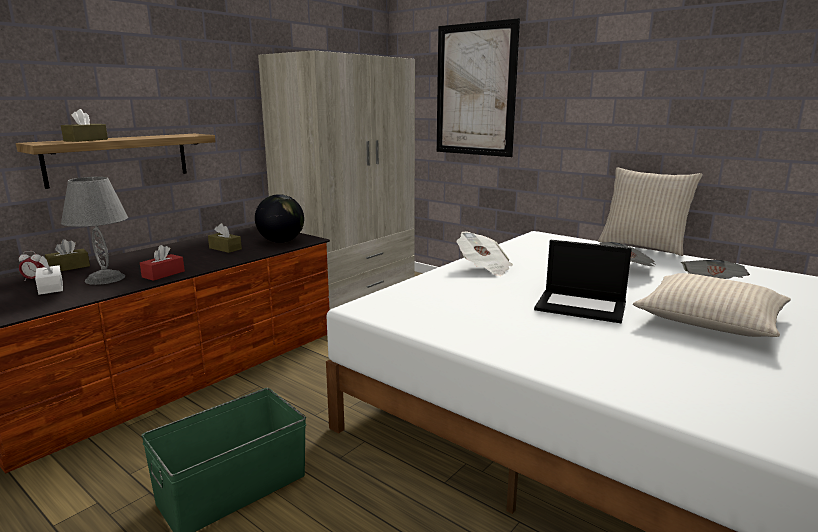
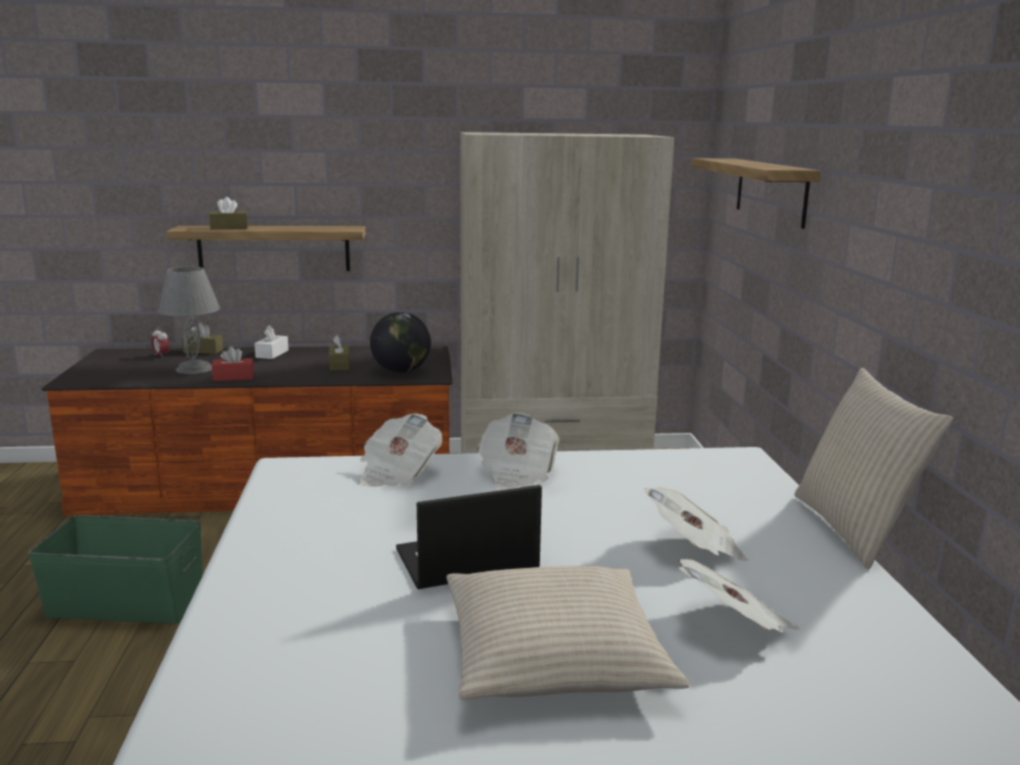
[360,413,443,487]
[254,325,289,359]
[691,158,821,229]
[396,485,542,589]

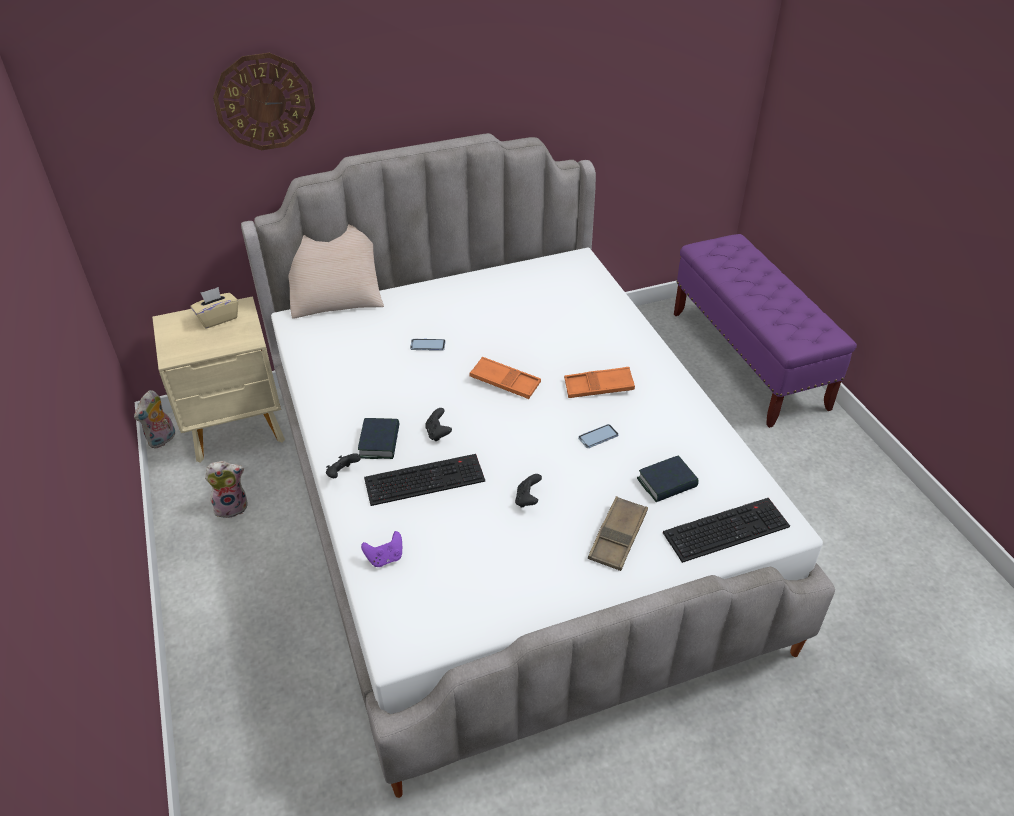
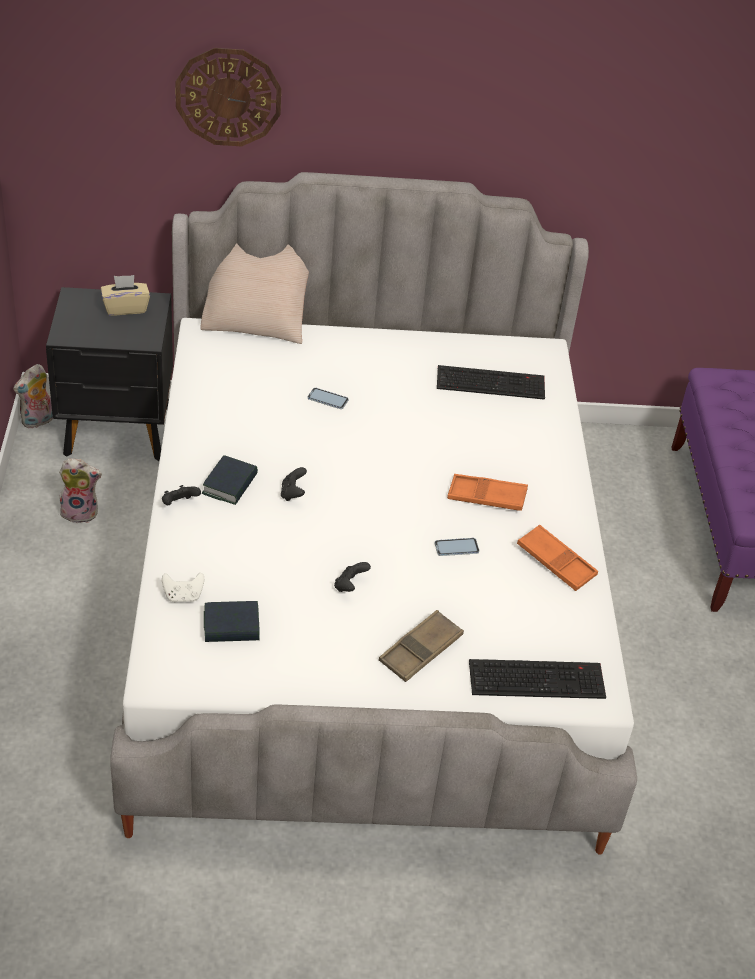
[437,365,545,400]
[517,525,598,591]
[204,601,260,642]
[46,287,173,461]
[162,573,204,602]

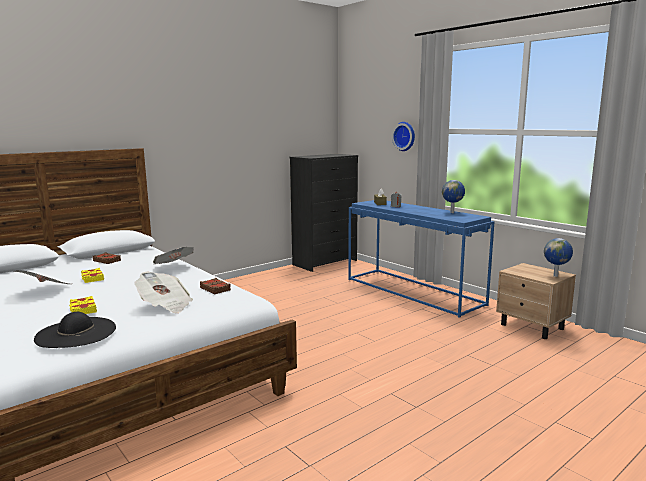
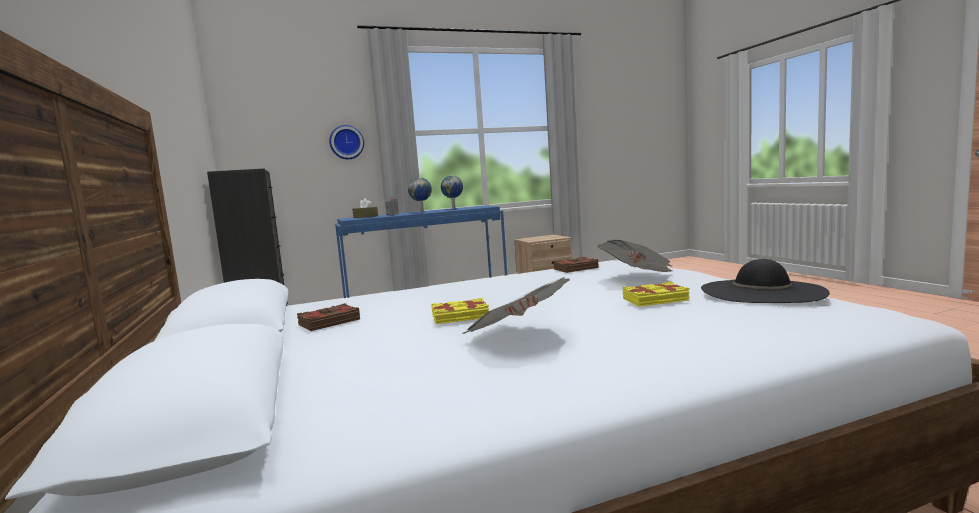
[153,247,194,264] (first image)
[408,177,432,213]

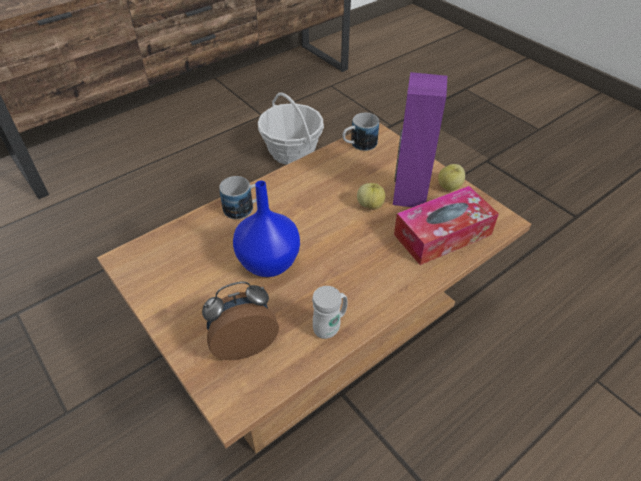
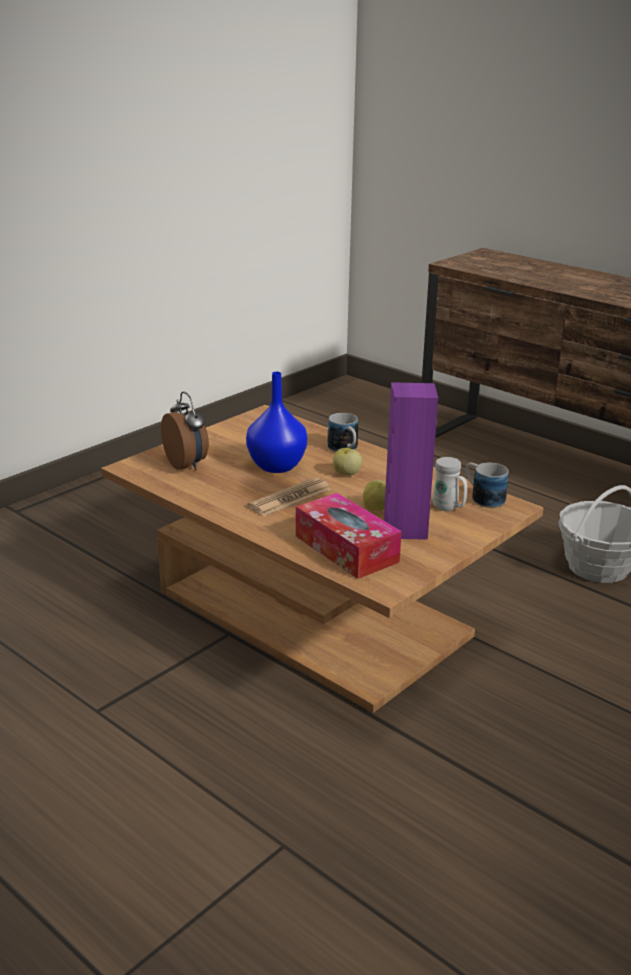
[247,477,331,517]
[433,457,467,511]
[333,448,362,476]

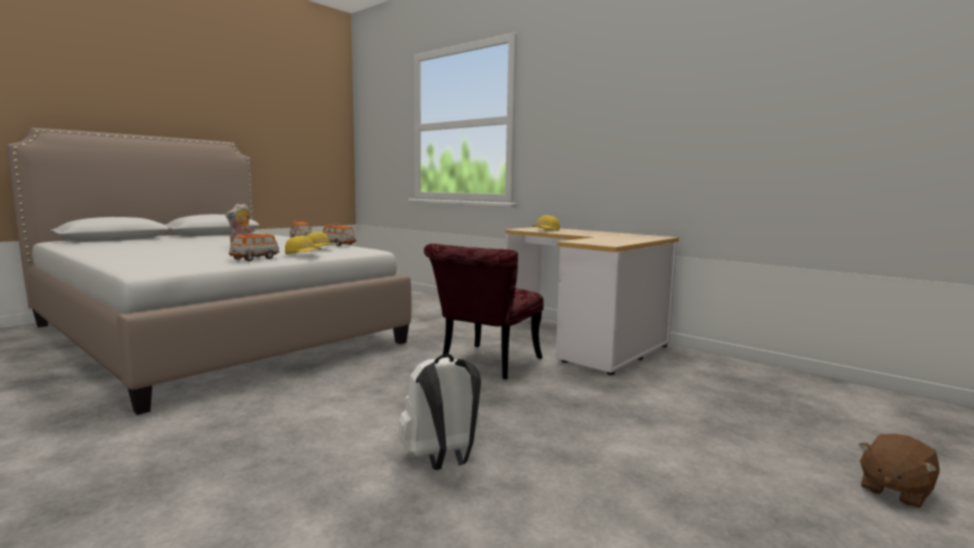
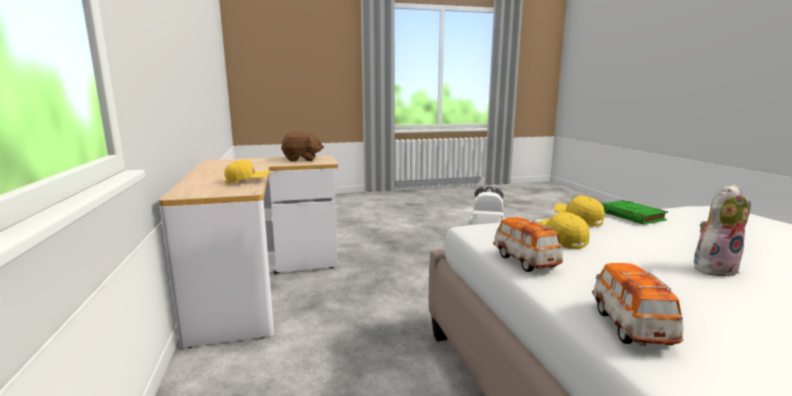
[424,244,544,380] (first image)
[281,131,324,162]
[601,200,668,225]

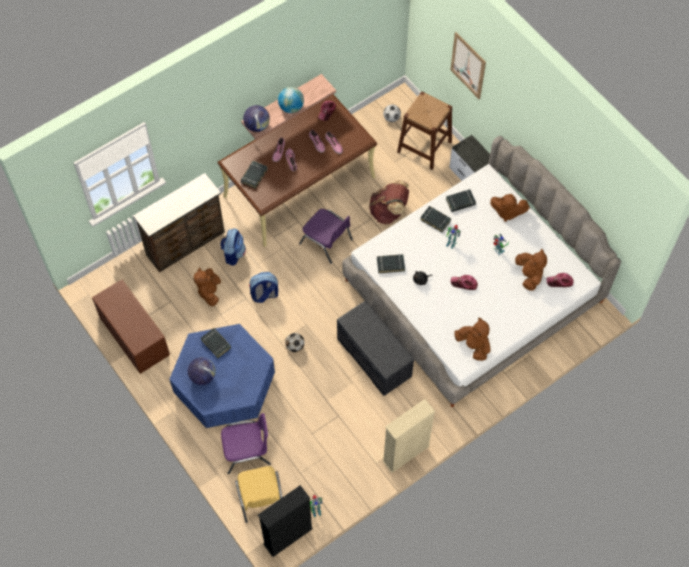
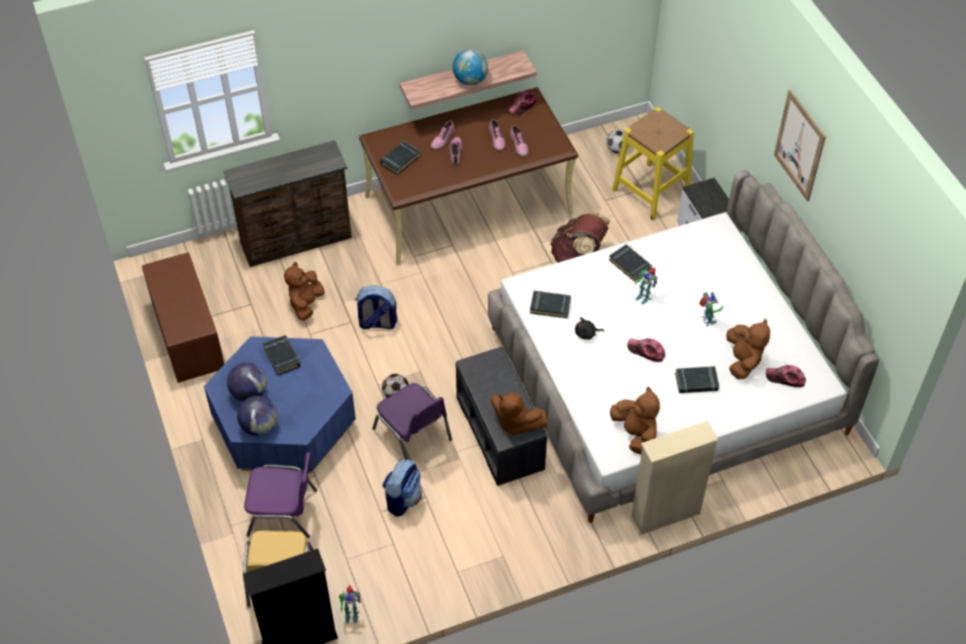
[382,459,422,517]
[237,396,278,436]
[372,383,452,460]
[630,421,718,536]
[675,366,719,394]
[774,90,826,201]
[491,392,548,436]
[612,107,694,220]

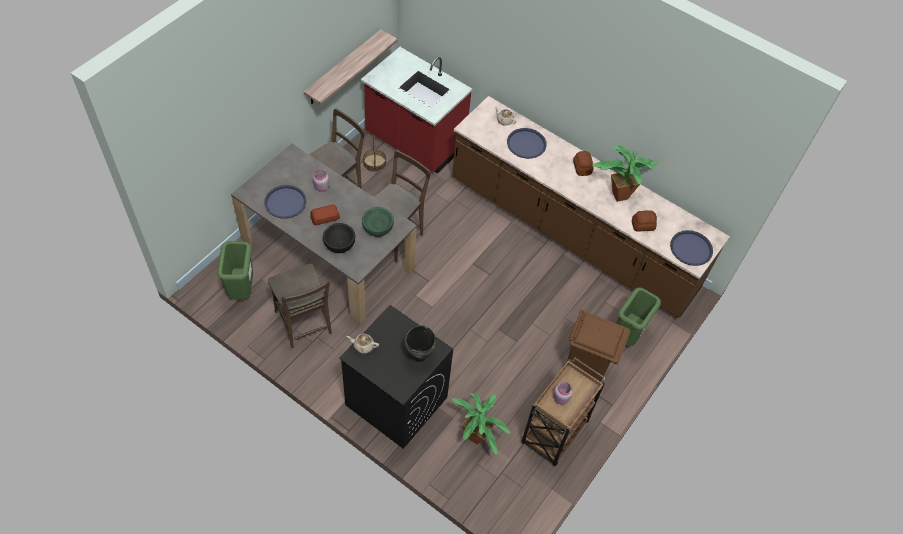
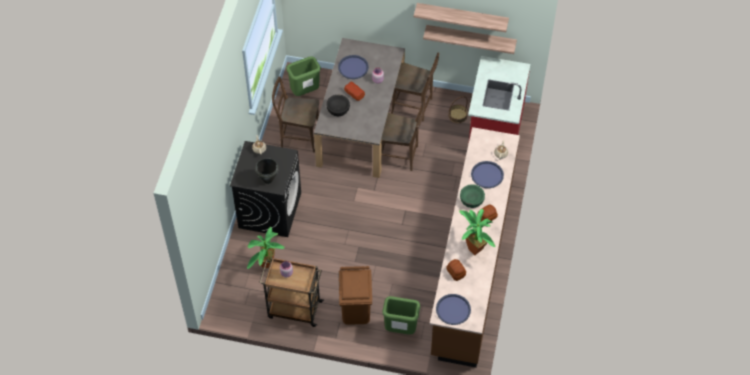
[414,3,509,32]
[460,184,485,208]
[272,76,319,153]

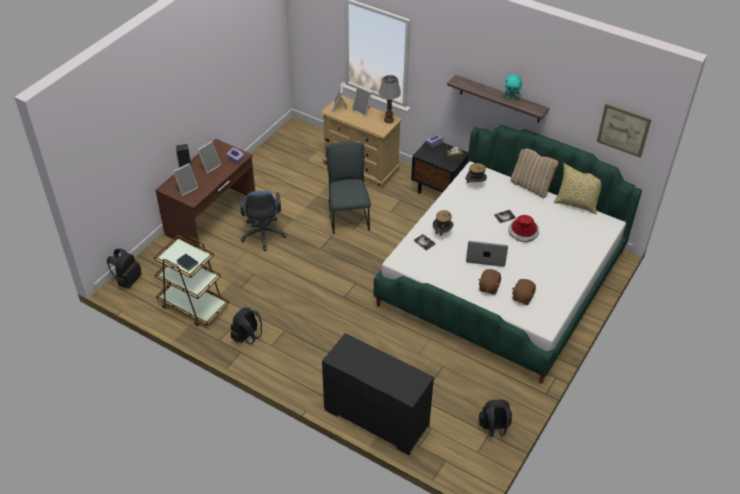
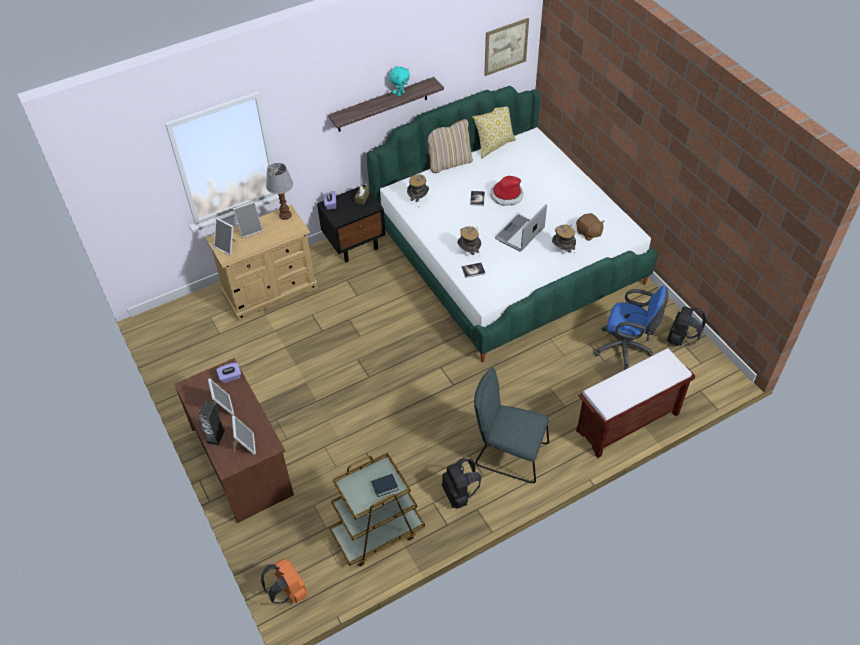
[594,286,668,370]
[474,367,549,483]
[576,348,695,458]
[552,224,576,253]
[261,559,308,604]

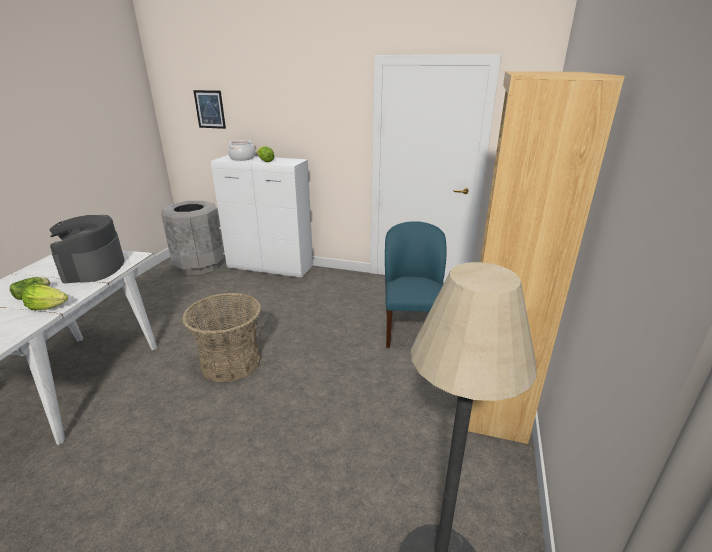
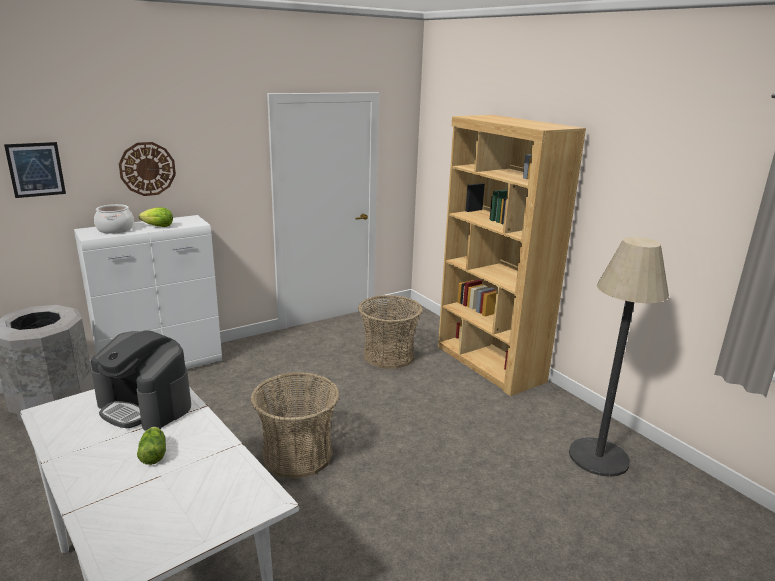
[22,284,68,310] (first image)
[119,142,176,196]
[358,295,423,369]

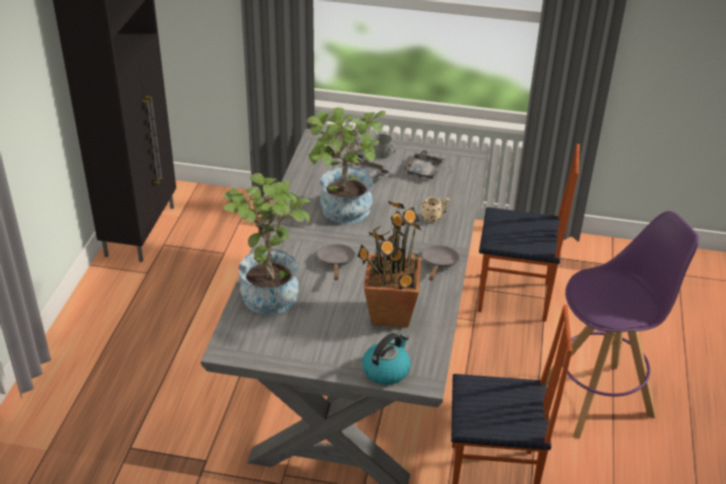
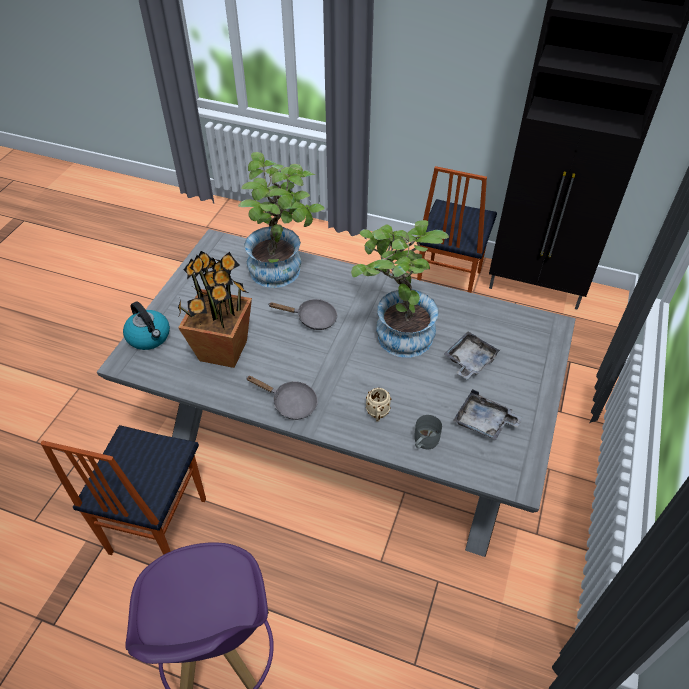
[414,415,442,449]
[417,166,497,293]

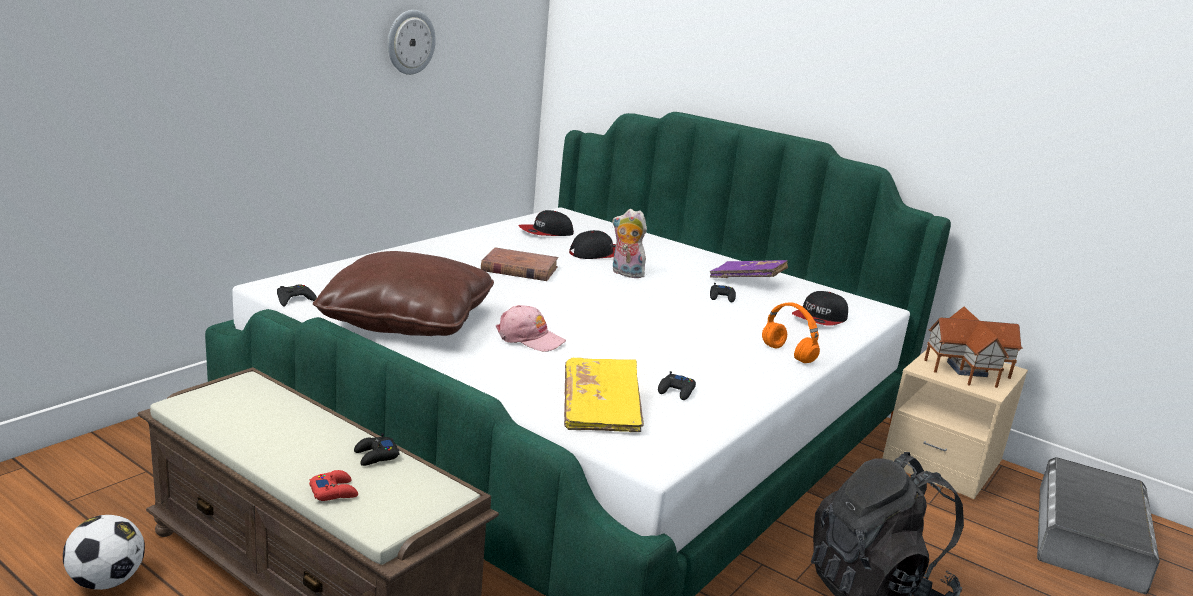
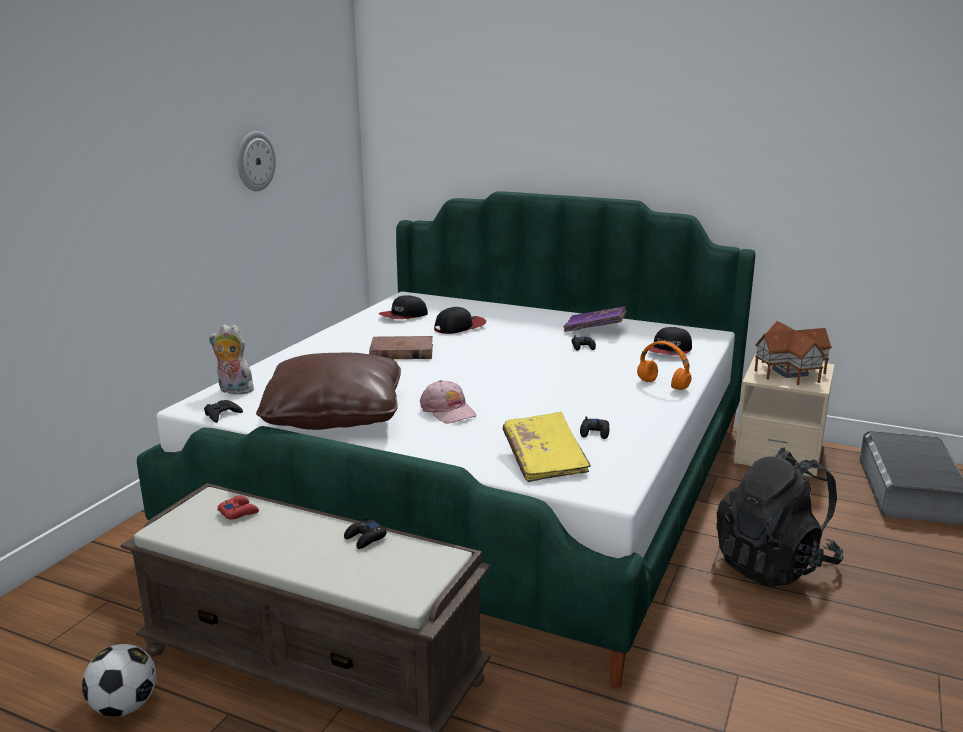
[217,496,259,520]
[209,324,254,396]
[420,380,477,424]

